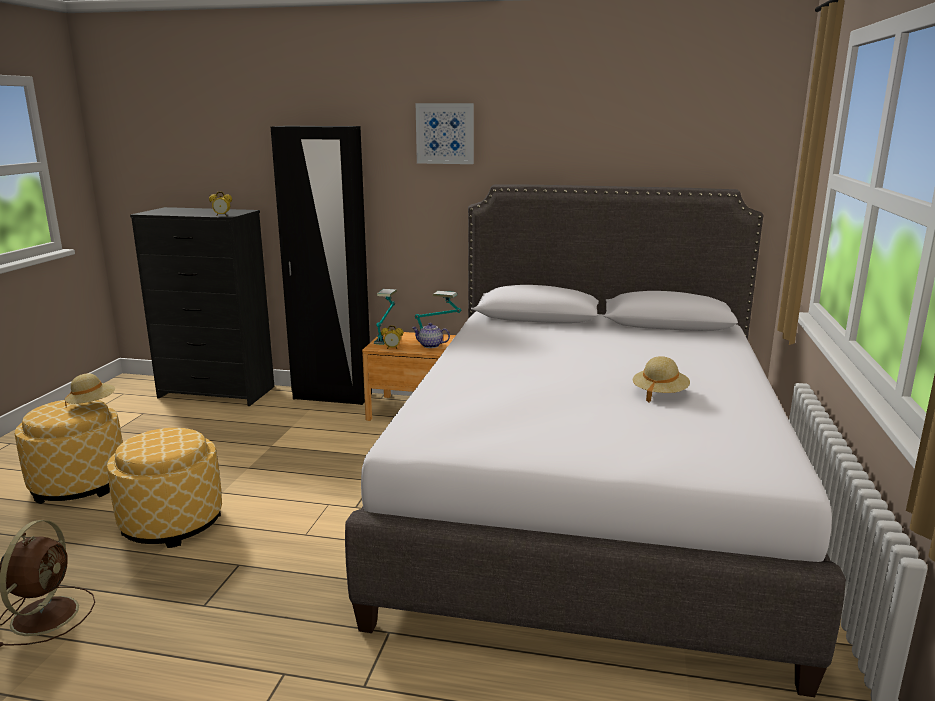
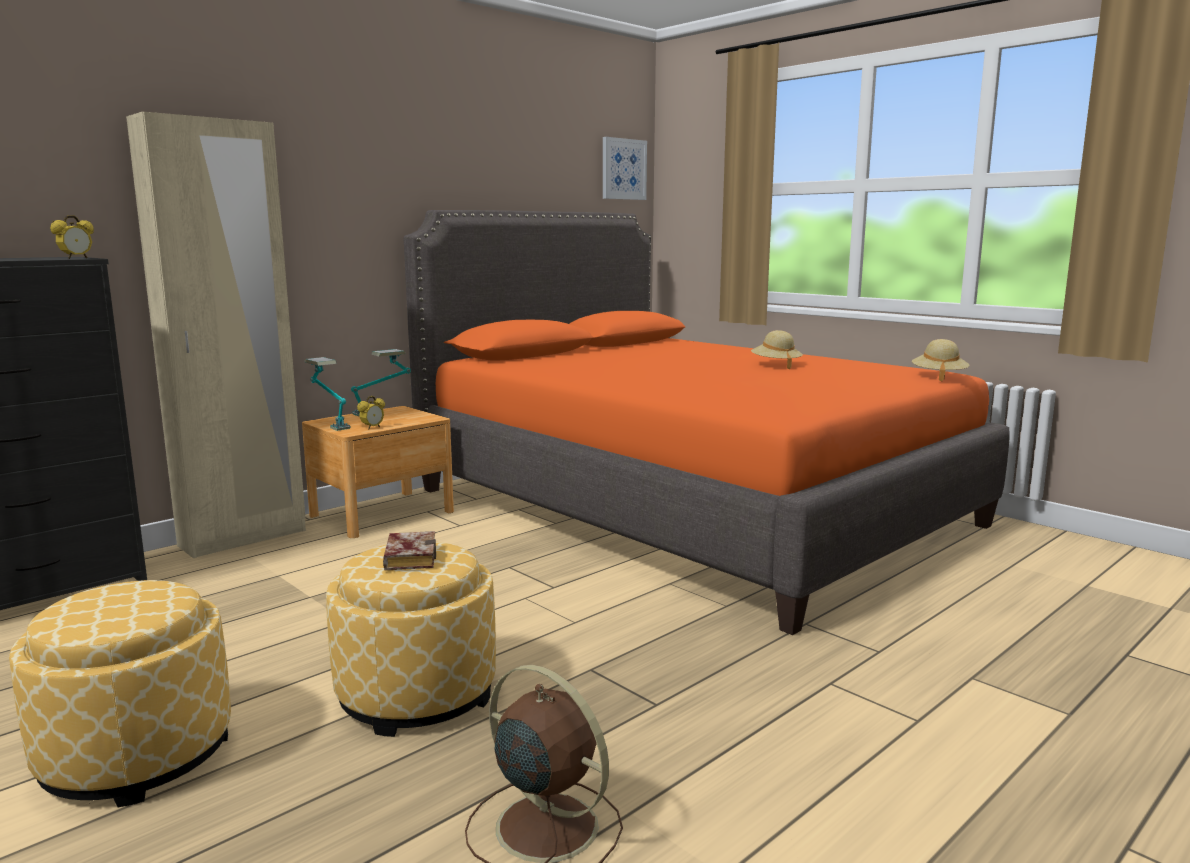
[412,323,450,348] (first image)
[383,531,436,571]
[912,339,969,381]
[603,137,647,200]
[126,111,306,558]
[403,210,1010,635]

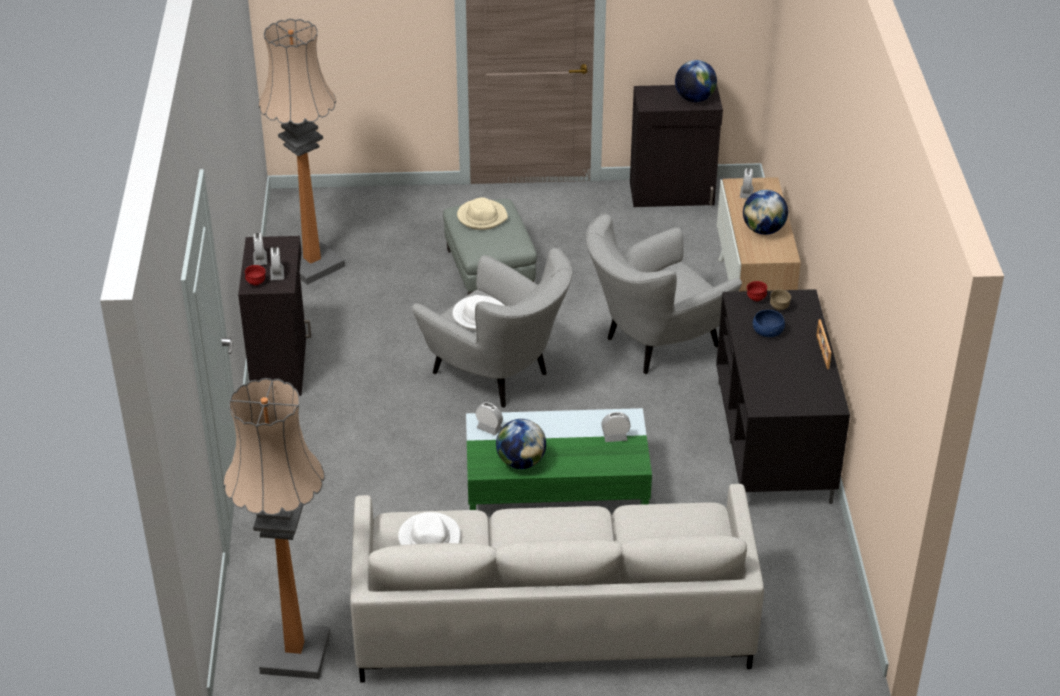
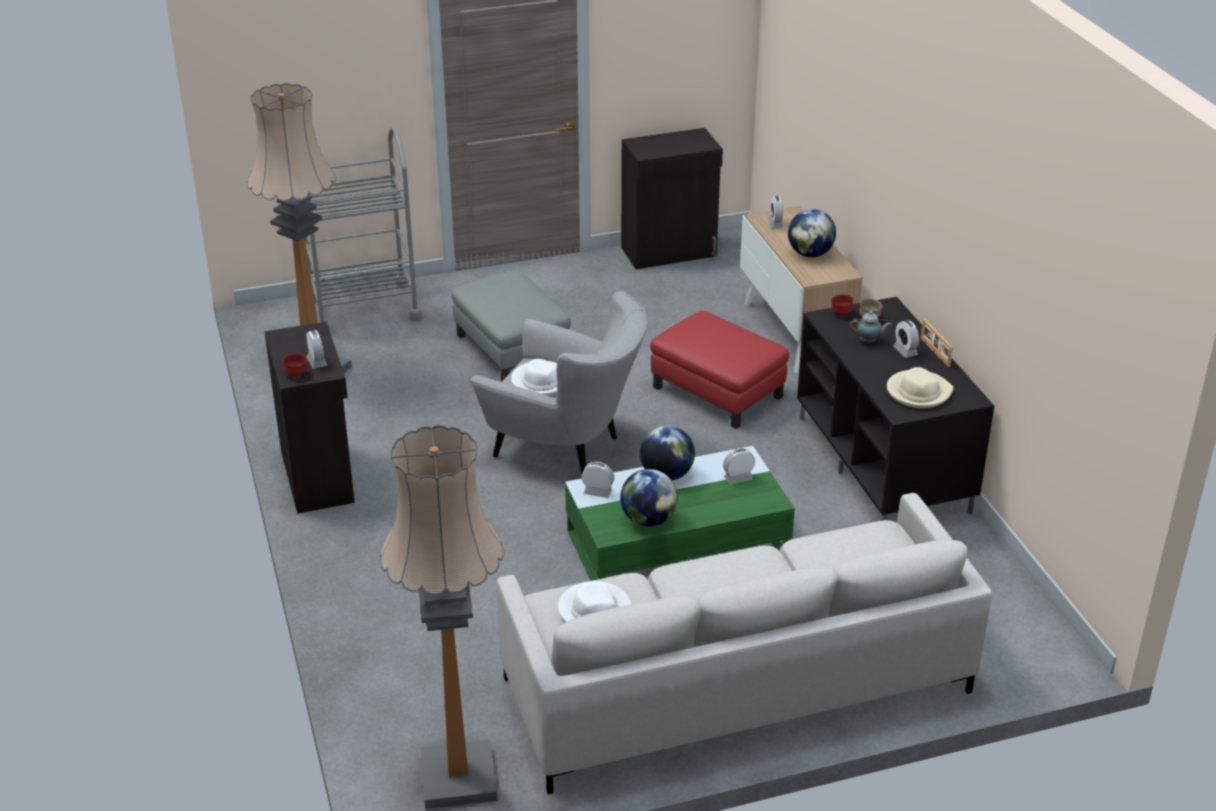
[305,127,422,331]
[893,320,919,358]
[887,367,954,408]
[640,426,695,480]
[650,311,789,429]
[849,311,892,342]

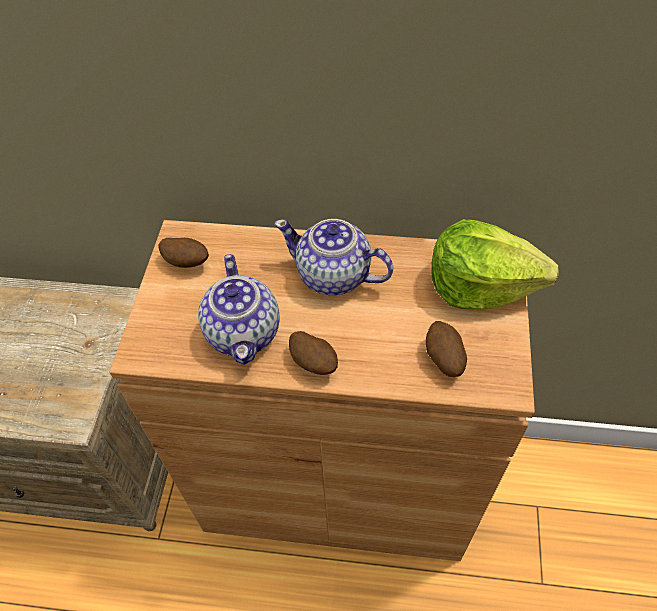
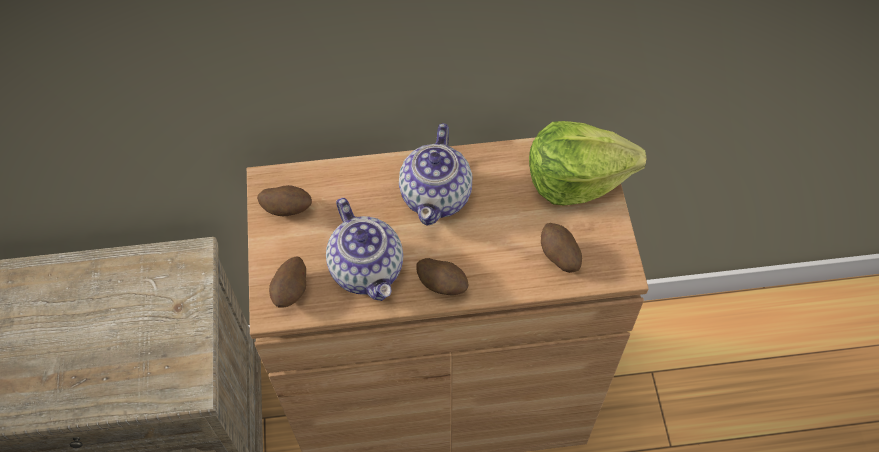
[269,256,306,308]
[399,123,472,225]

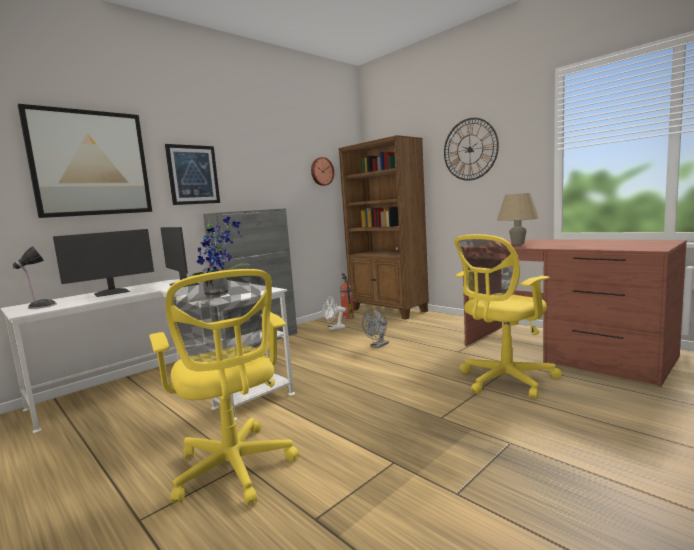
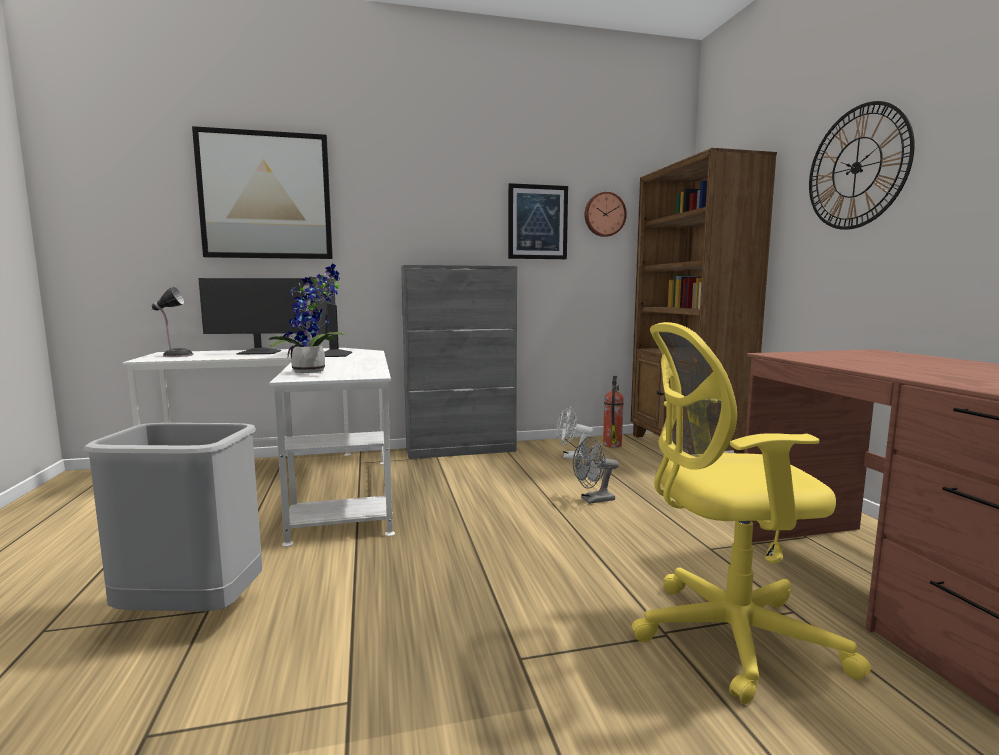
[497,193,539,245] (first image)
[508,183,568,259]
[83,423,262,611]

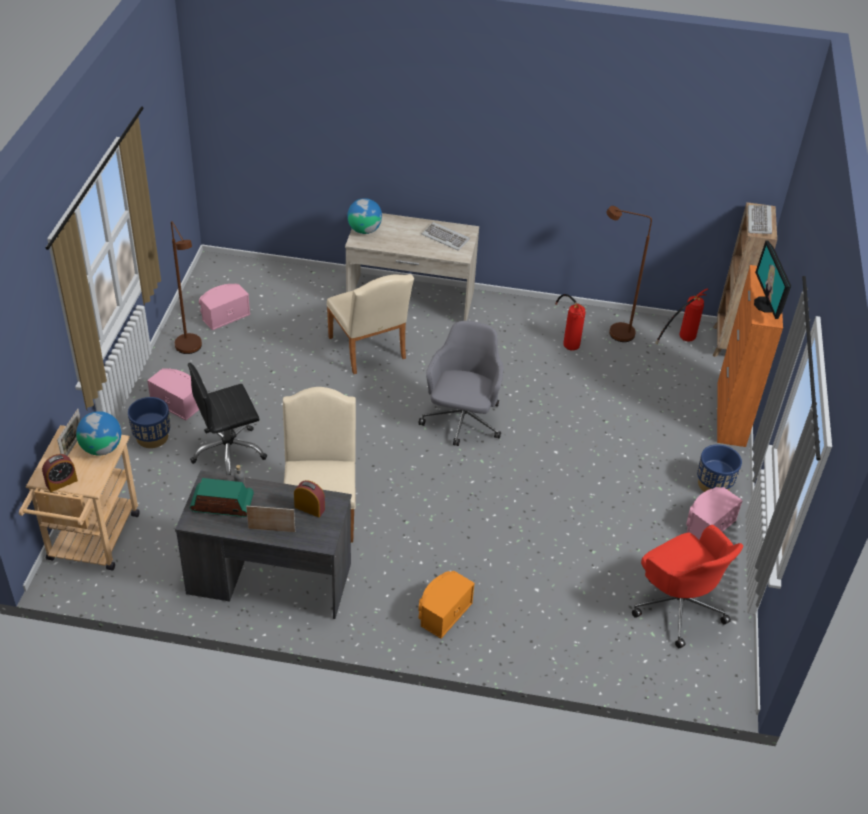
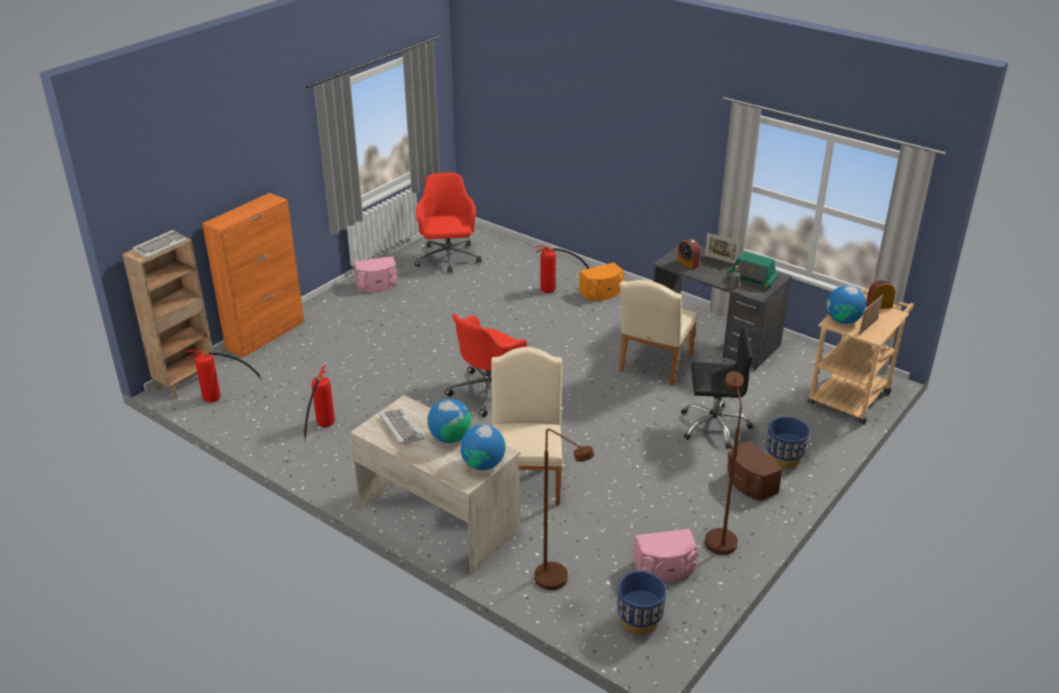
[754,240,791,319] (first image)
[427,399,472,443]
[535,246,590,293]
[535,429,594,590]
[617,571,666,635]
[727,441,783,501]
[445,314,527,417]

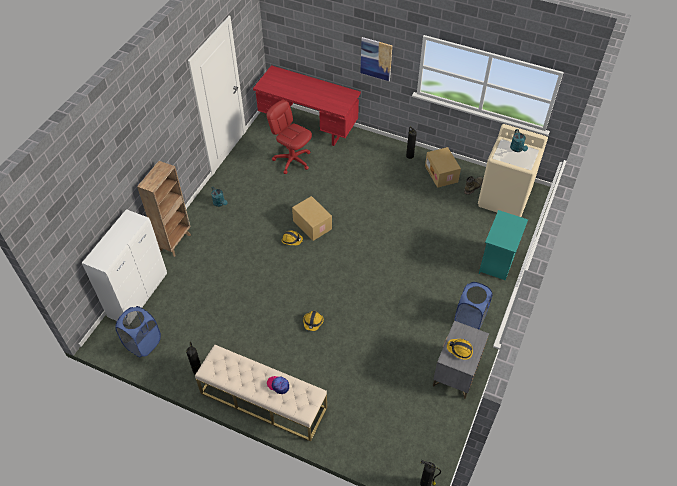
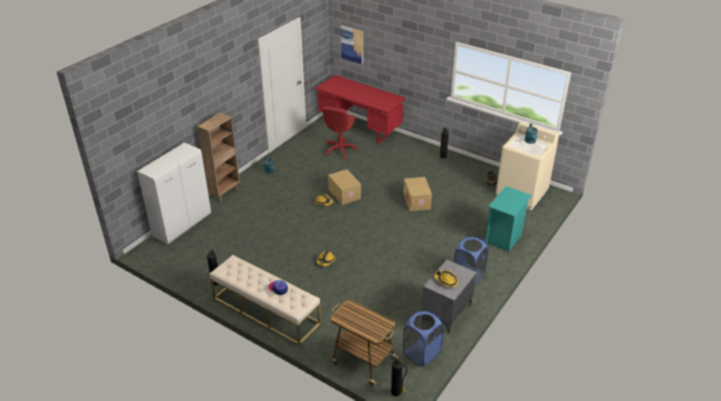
[330,300,399,386]
[403,310,444,365]
[341,25,363,64]
[403,177,432,211]
[322,106,358,159]

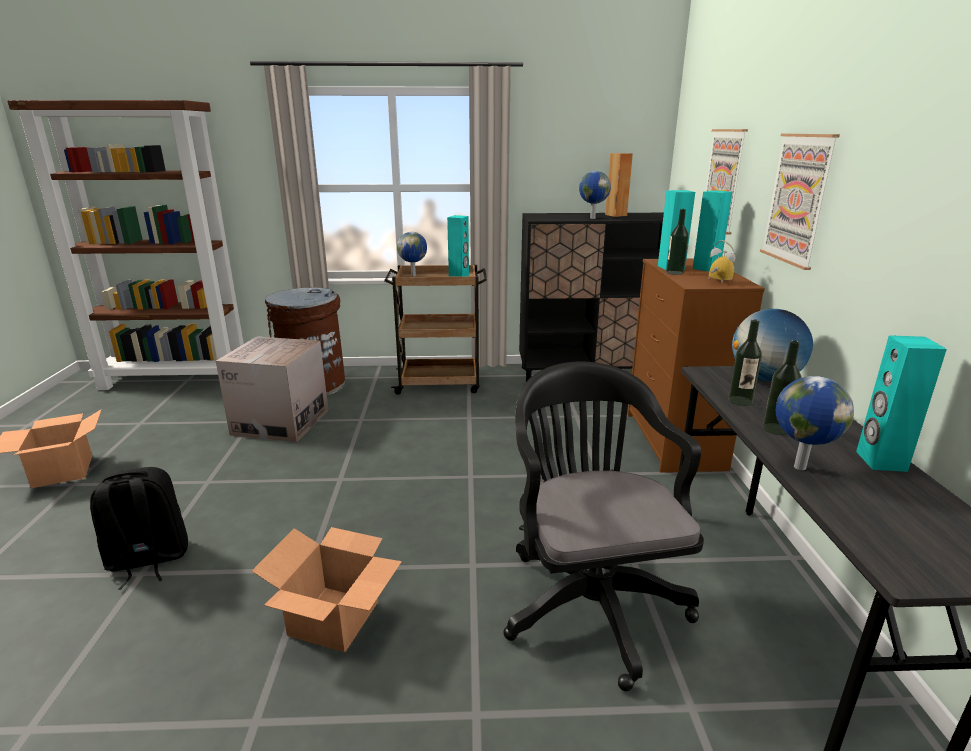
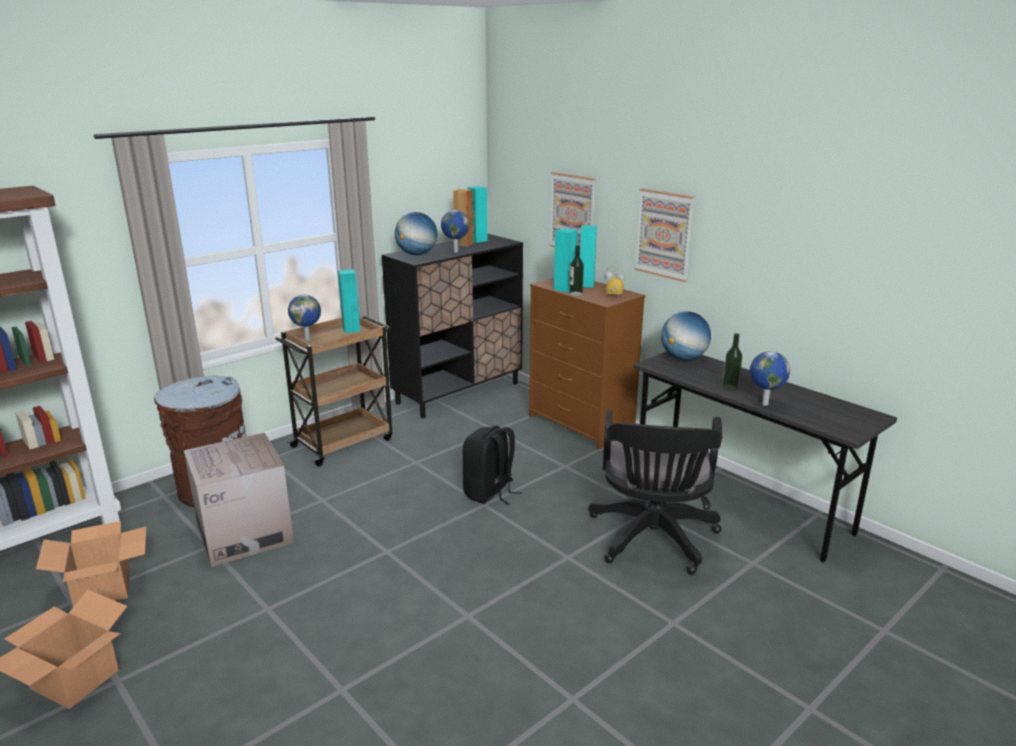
[728,319,762,406] (first image)
[395,212,437,255]
[463,426,521,505]
[36,521,146,607]
[468,186,488,243]
[588,410,722,575]

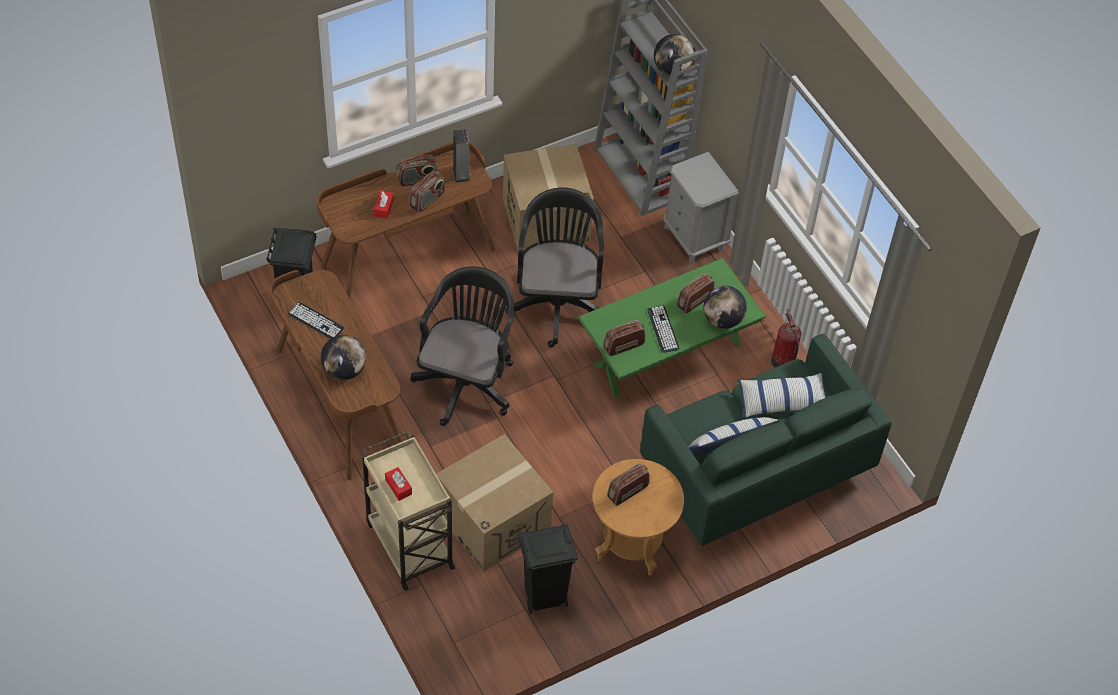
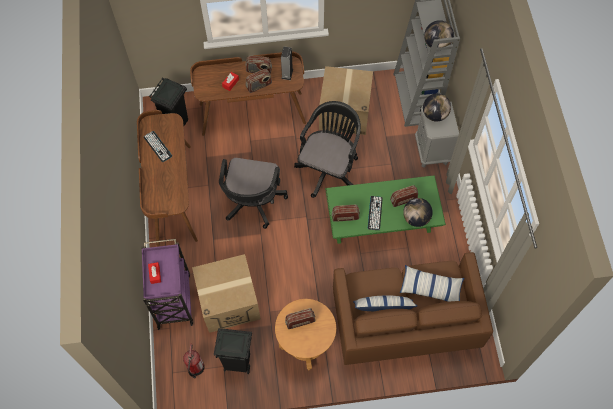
[423,93,451,122]
[183,344,205,378]
[141,239,193,330]
[333,252,493,365]
[219,158,288,229]

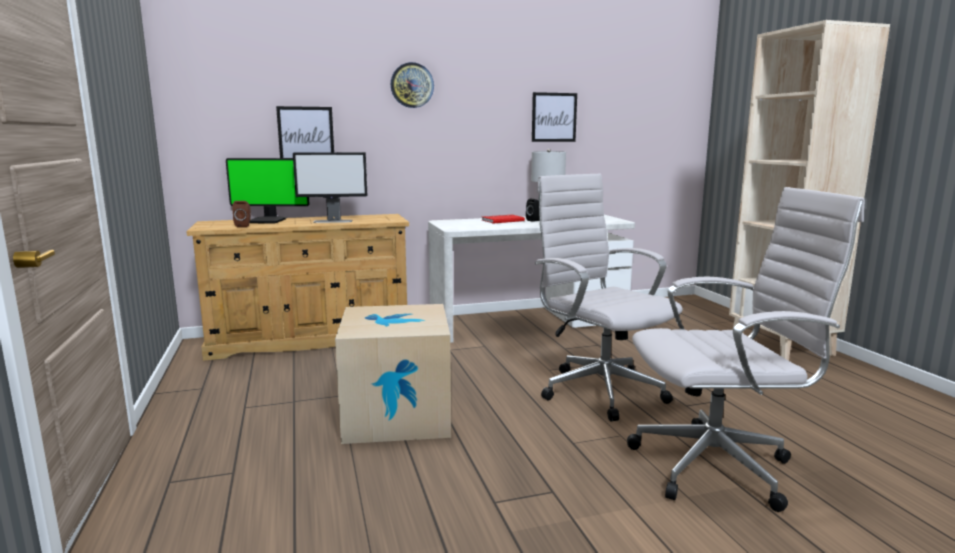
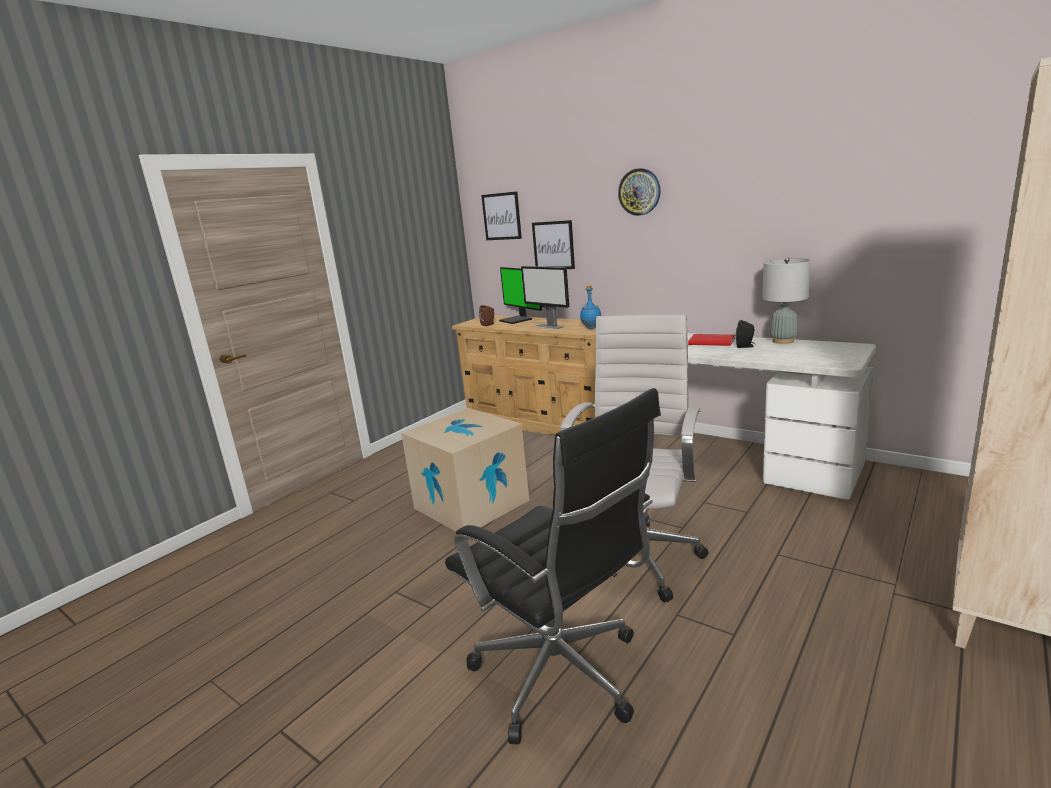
[580,285,601,329]
[481,191,522,240]
[445,388,661,745]

